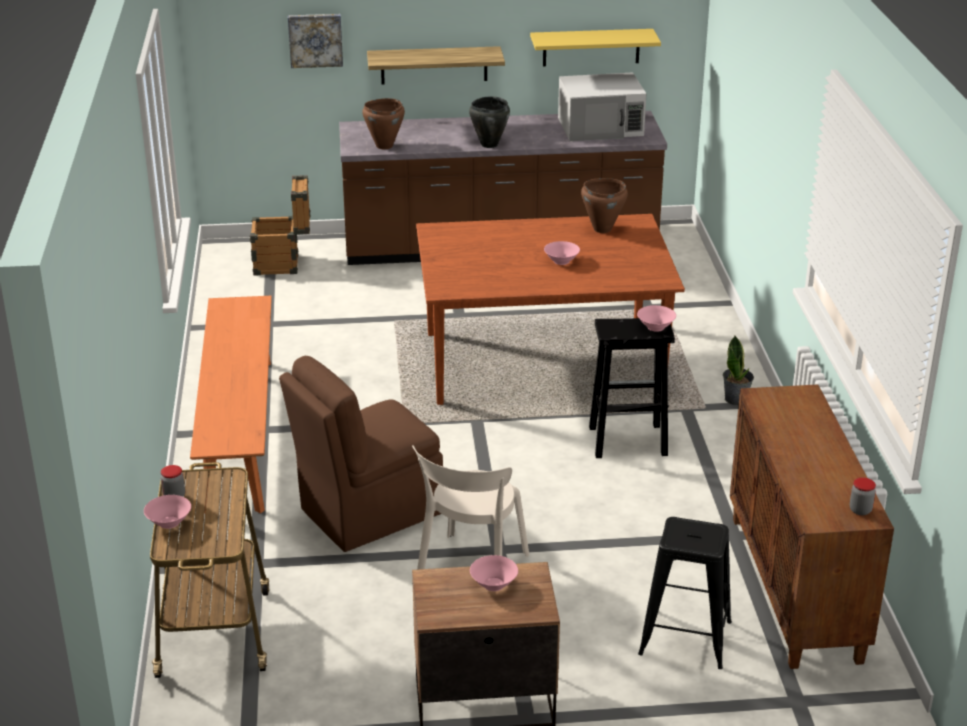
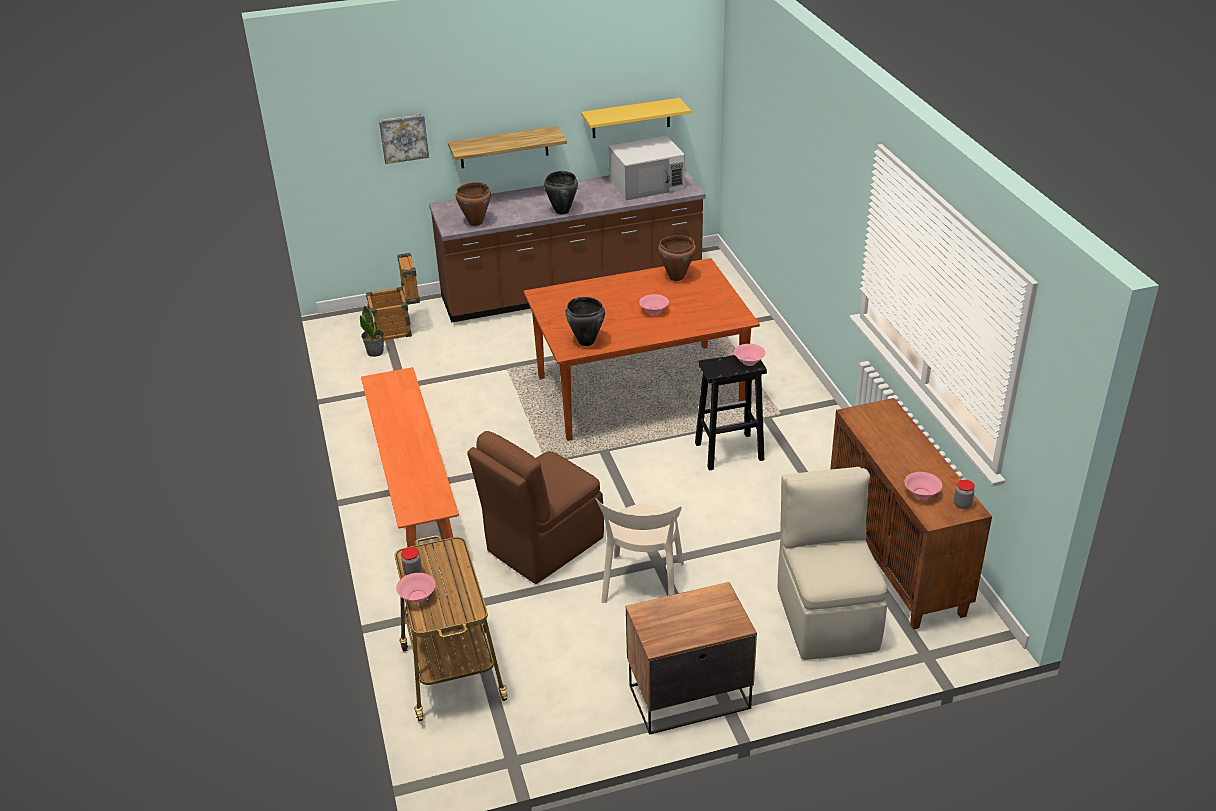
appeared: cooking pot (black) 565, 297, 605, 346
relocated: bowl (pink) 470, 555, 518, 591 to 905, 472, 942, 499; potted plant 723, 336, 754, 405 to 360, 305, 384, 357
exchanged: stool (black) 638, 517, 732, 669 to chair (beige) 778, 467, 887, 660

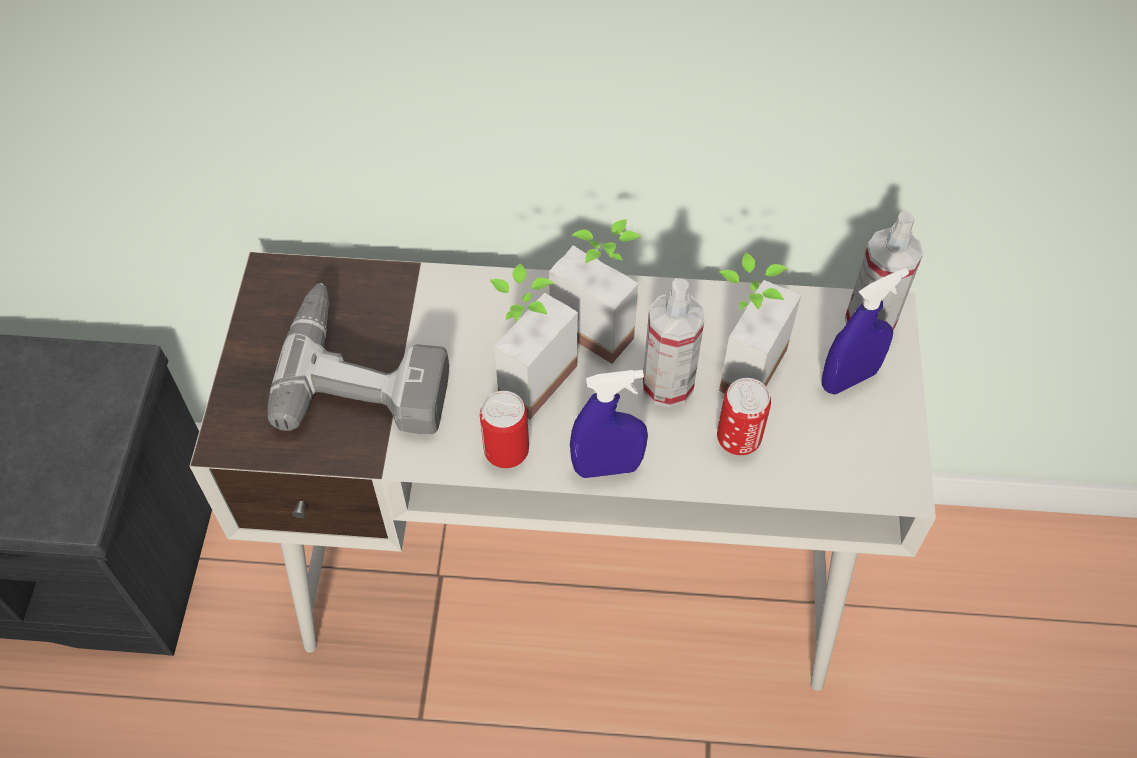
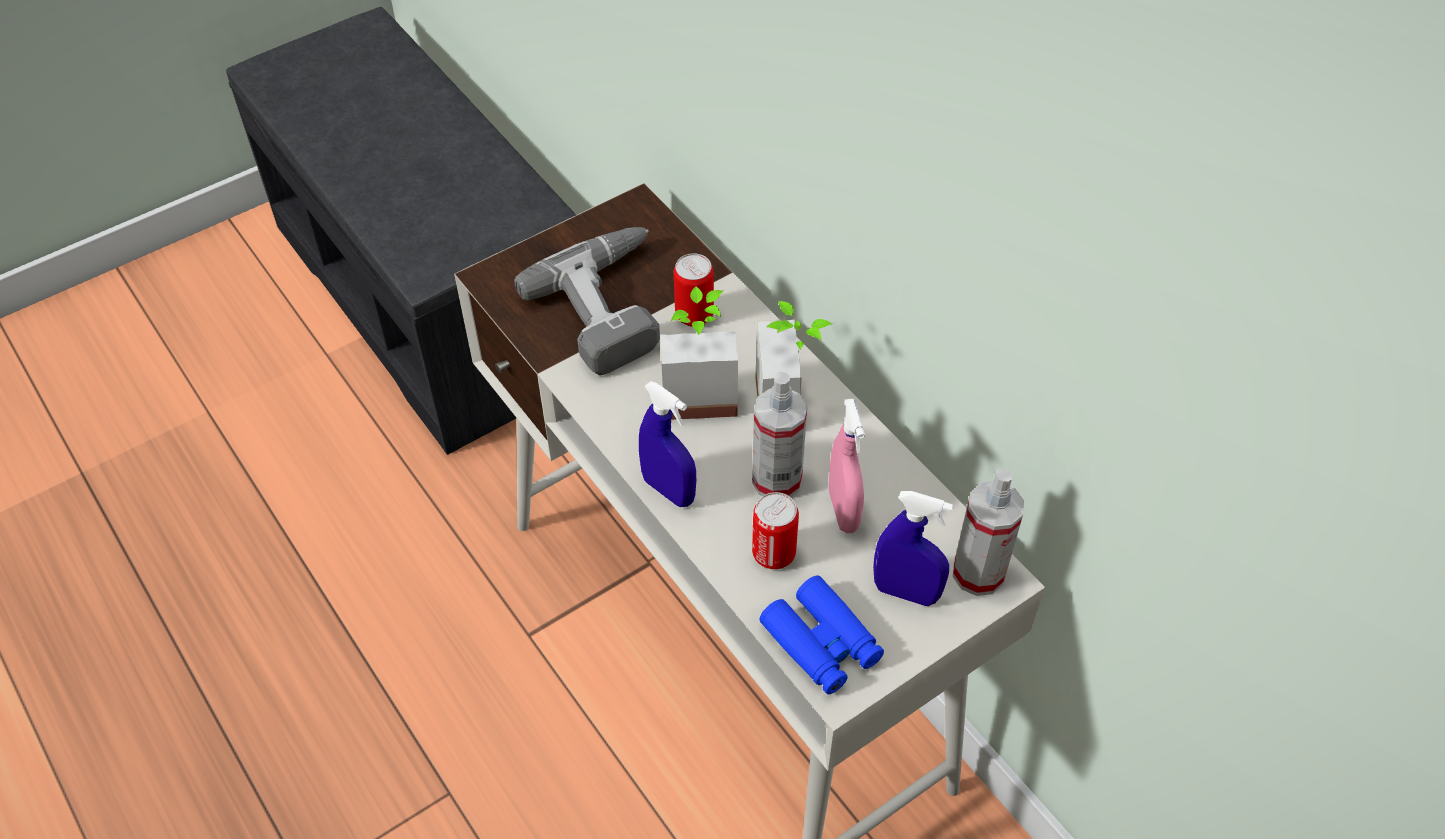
appeared: binoculars (blue) 760, 576, 884, 694
relocated: can 480, 391, 529, 468 to 674, 253, 714, 327
exchanged: potted plant 719, 253, 801, 393 to spray bottle (pink) 829, 398, 865, 533

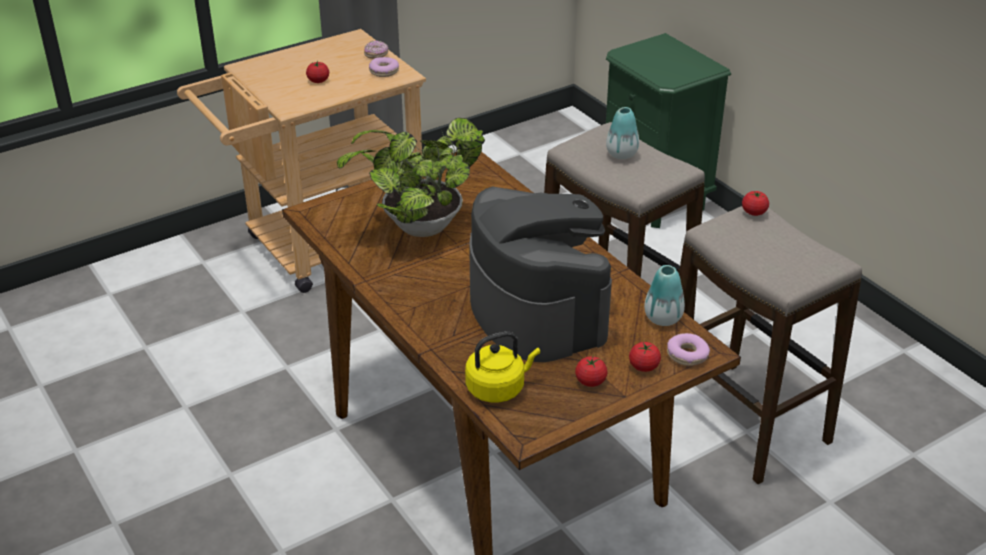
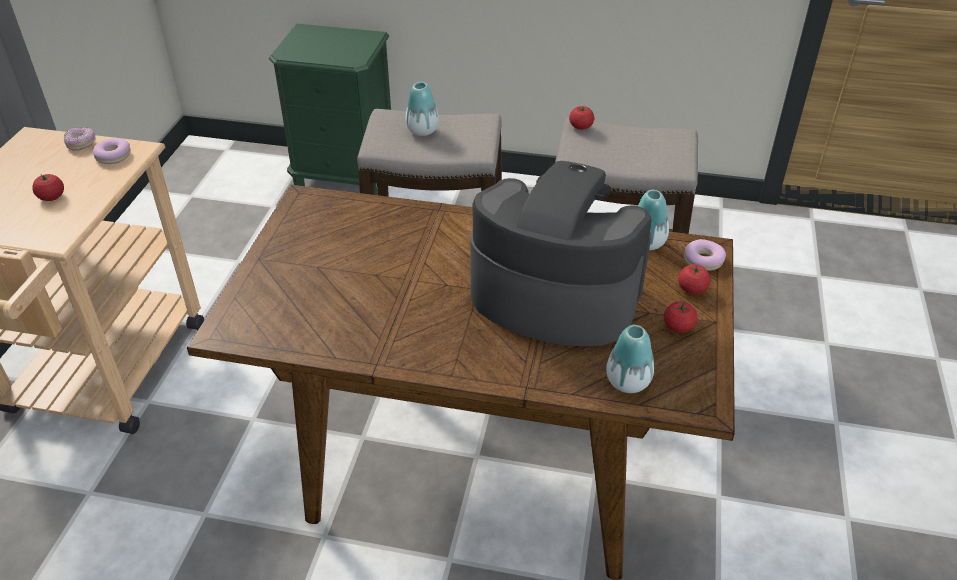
missing: potted plant 337, 118, 485, 237
exchanged: kettle (yellow) 465, 331, 540, 403 to vase 606, 325, 654, 393

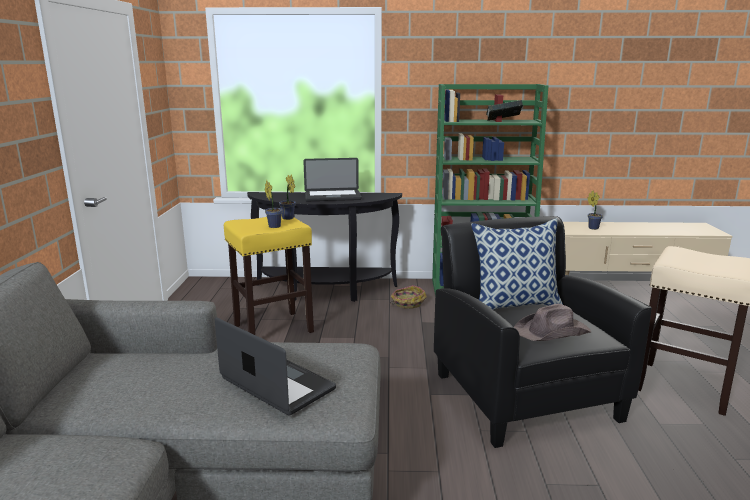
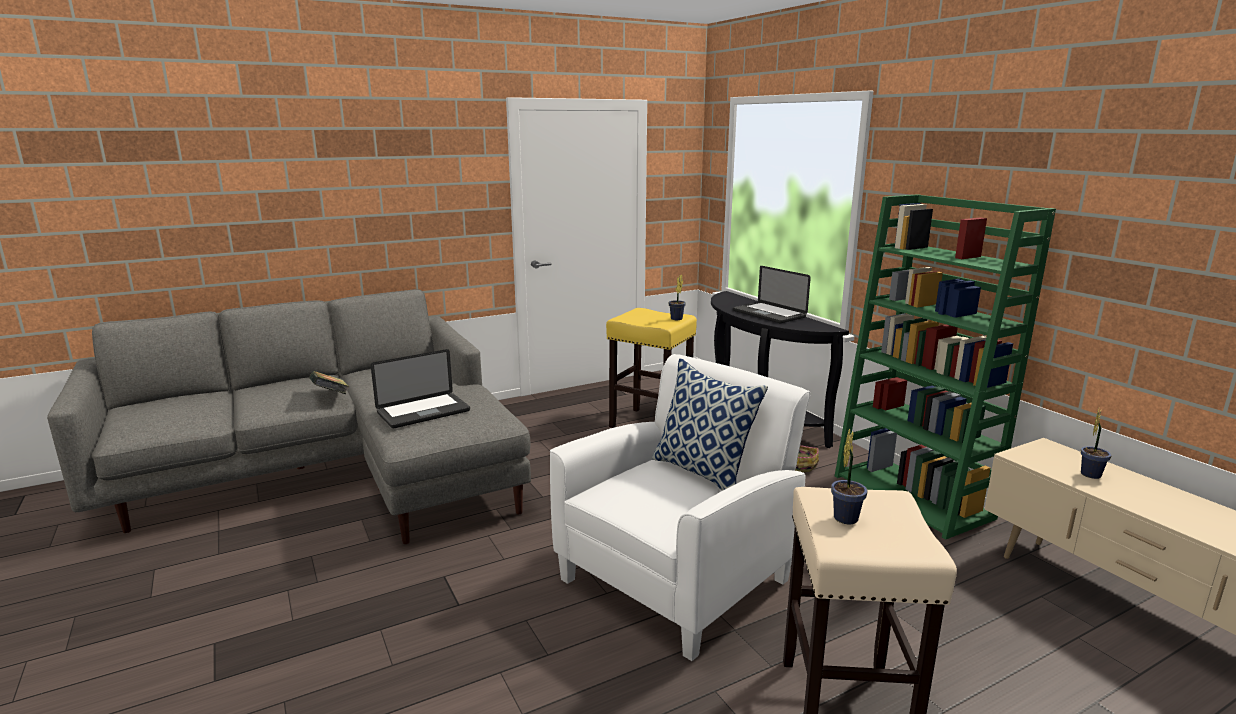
missing: hat (brown) 514, 304, 592, 341
relocated: potted plant 265, 180, 283, 228 to 831, 429, 868, 524; book 486, 100, 523, 121 to 310, 371, 349, 394
colour: armchair (black) 434, 216, 652, 448 to armchair (white) 550, 354, 810, 661
spun: laptop 215, 317, 336, 415 = 371, 349, 470, 428 45 degrees clockwise

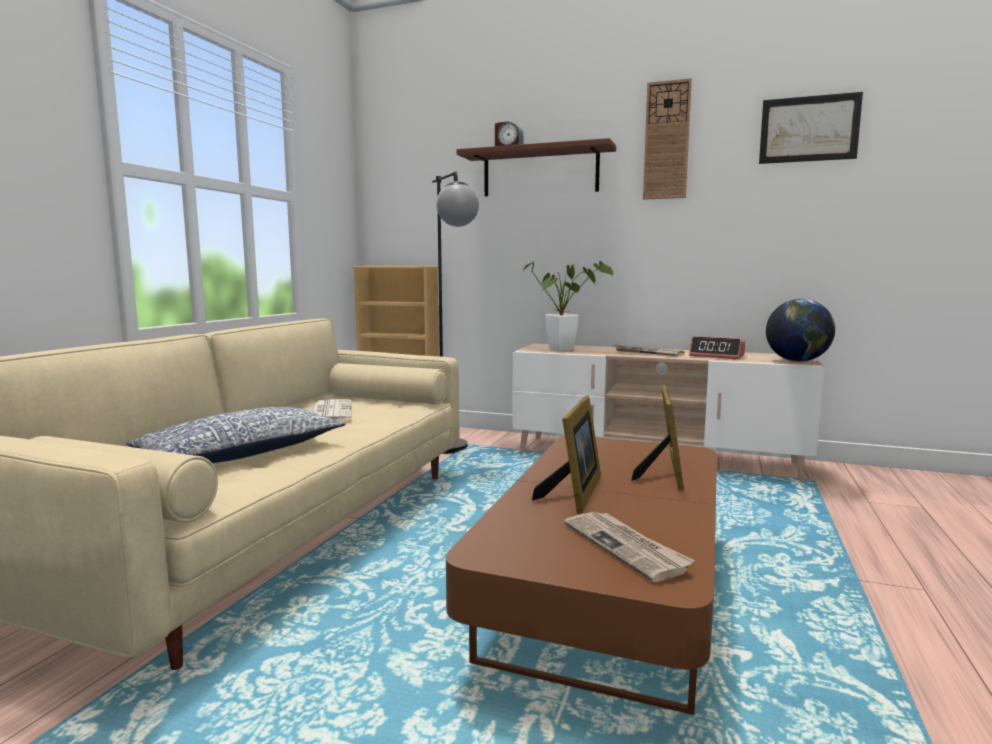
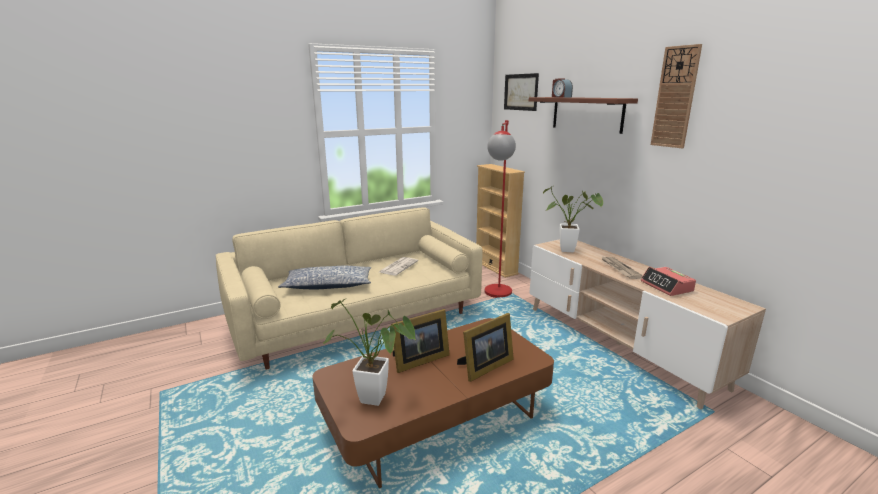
missing: globe 766, 299, 835, 362
relocated: picture 759, 92, 863, 164 to 504, 73, 539, 111
exchanged: newspaper 564, 512, 695, 582 to potted plant 323, 299, 416, 406
colour: floor lamp (black) 432, 171, 479, 454 to floor lamp (red) 485, 120, 516, 298

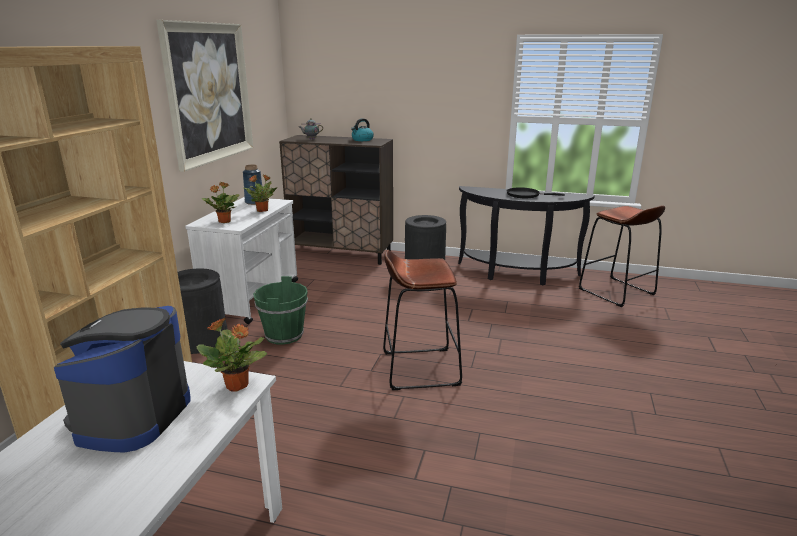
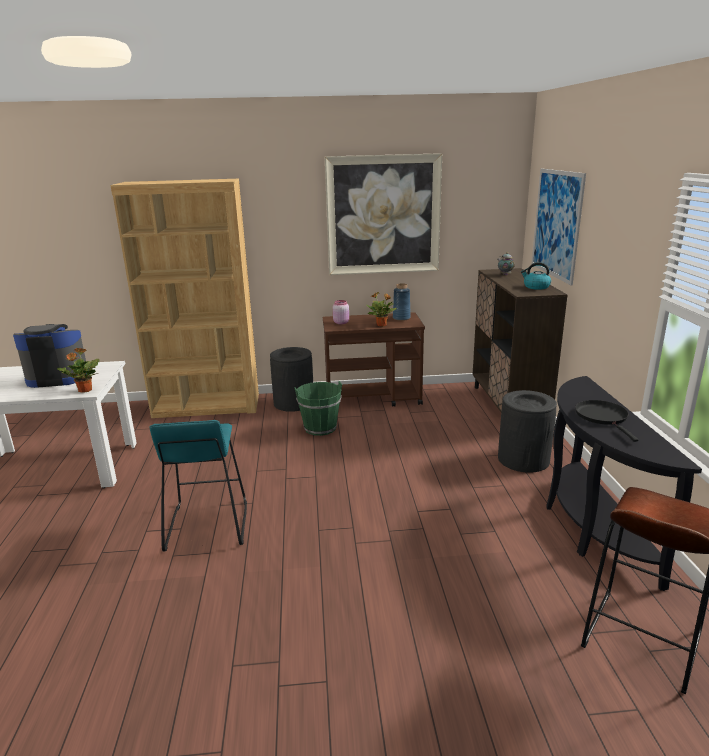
missing: stool (brown) 383, 250, 462, 390
appeared: stool (turquoise) 150, 420, 247, 552; picture 532, 169, 586, 285
exchanged: potted plant 202, 182, 240, 223 to jar (pink) 333, 300, 349, 324
colour: cart (white) 185, 197, 298, 324 to cart (brown) 323, 312, 425, 407

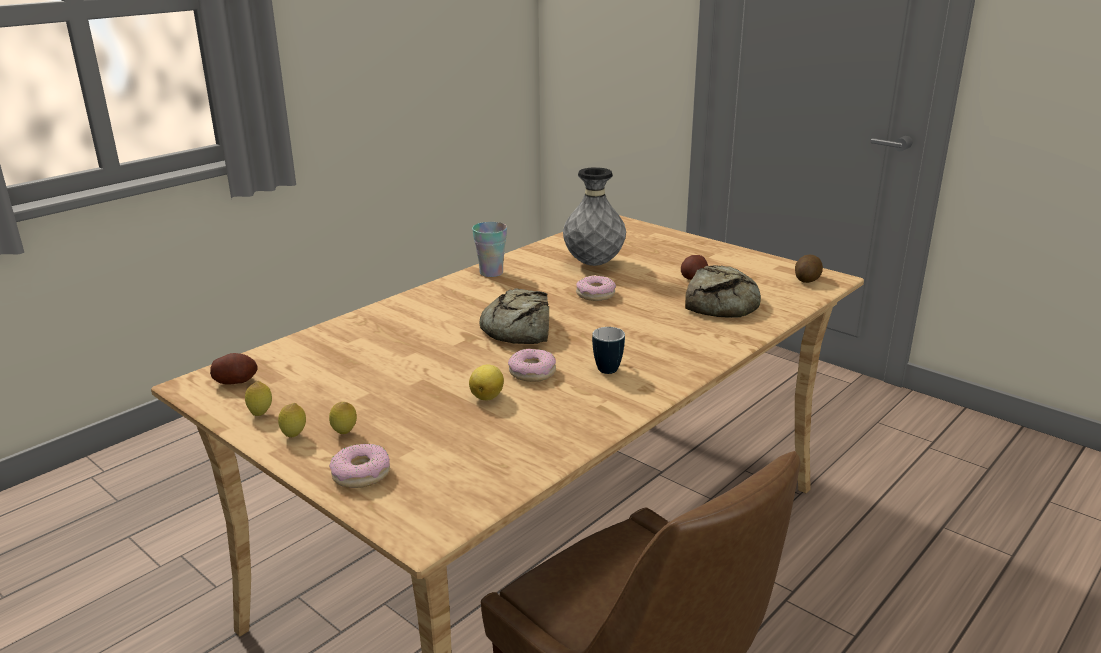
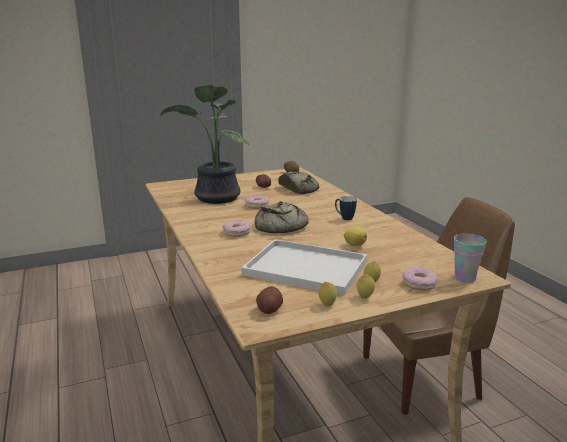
appeared: tray (white) 241, 239, 367, 295
relocated: cup 472, 222, 507, 277 to 454, 233, 487, 283; donut 508, 349, 556, 382 to 222, 220, 250, 237
exchanged: vase (grey) 563, 167, 626, 266 to potted plant 161, 85, 250, 204

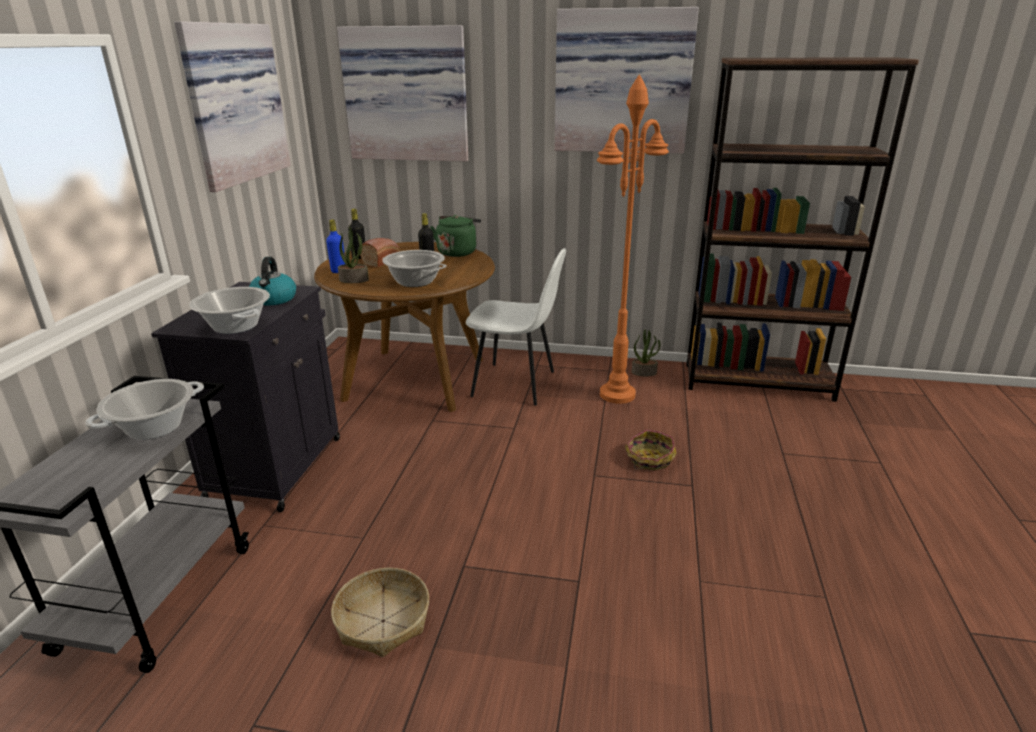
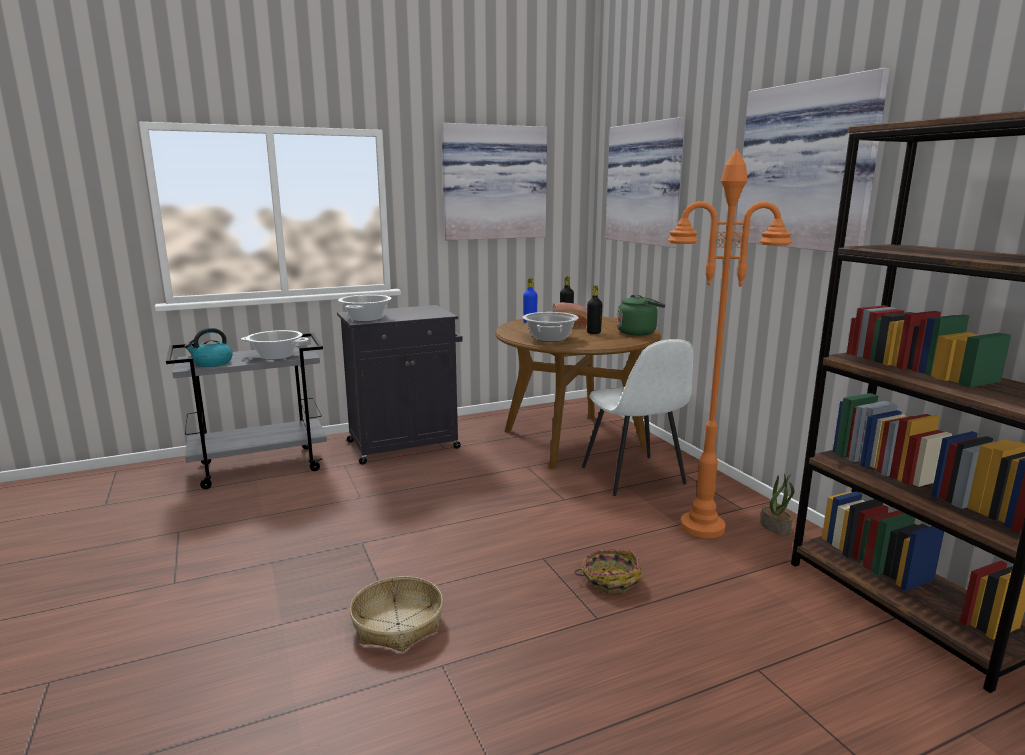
missing: potted plant 338, 227, 369, 283
relocated: kettle 249, 257, 296, 305 to 184, 328, 233, 367; basket 331, 568, 429, 657 to 350, 576, 443, 652

